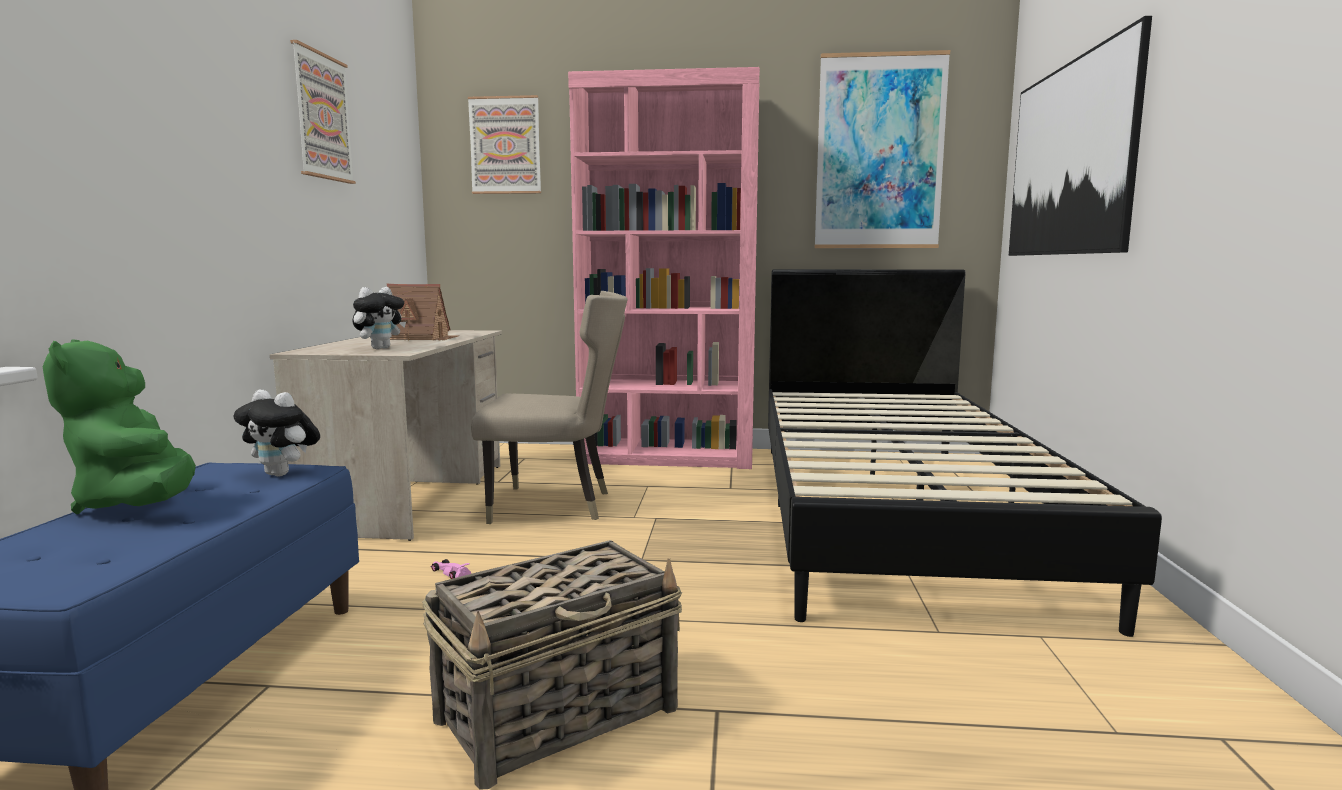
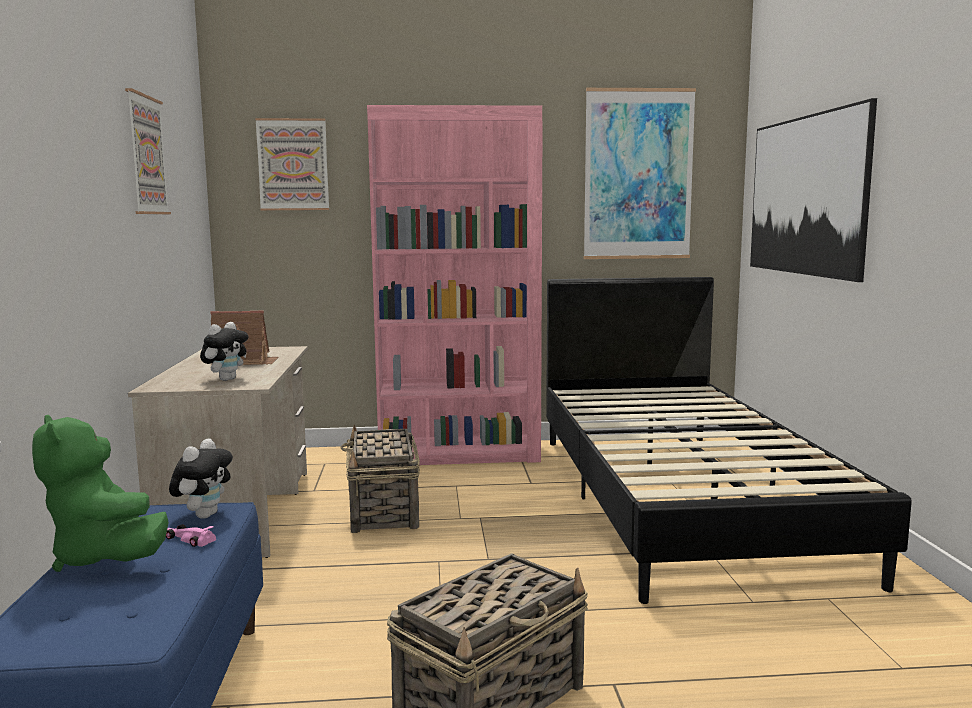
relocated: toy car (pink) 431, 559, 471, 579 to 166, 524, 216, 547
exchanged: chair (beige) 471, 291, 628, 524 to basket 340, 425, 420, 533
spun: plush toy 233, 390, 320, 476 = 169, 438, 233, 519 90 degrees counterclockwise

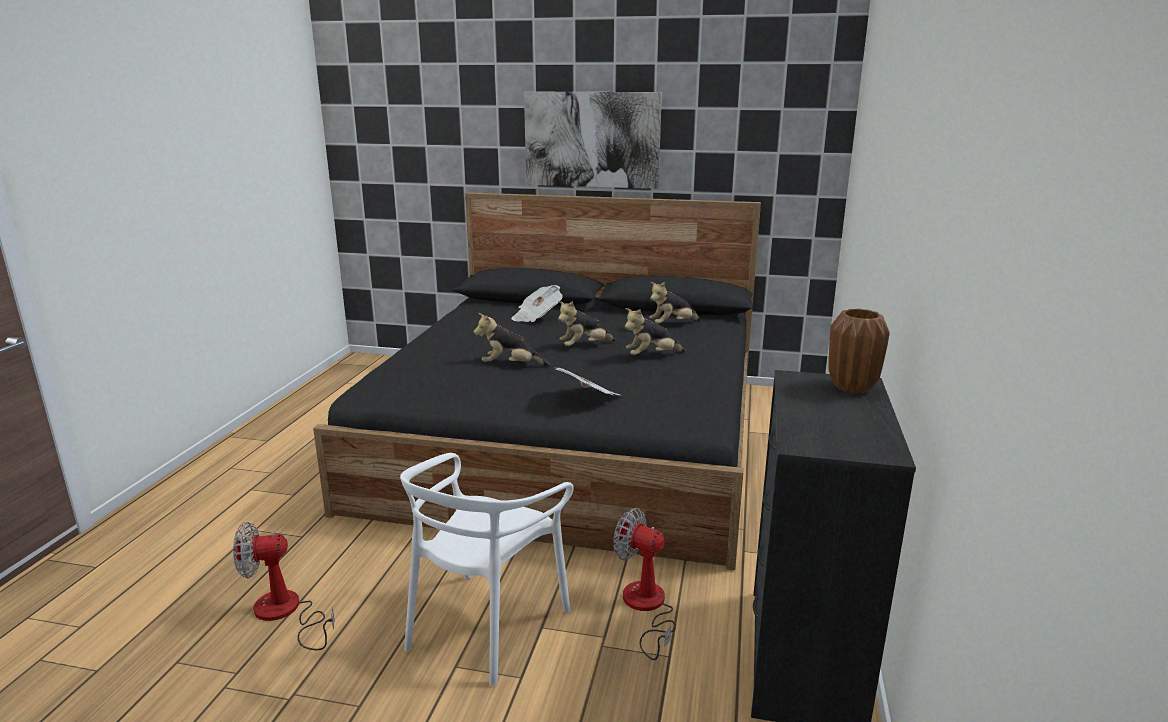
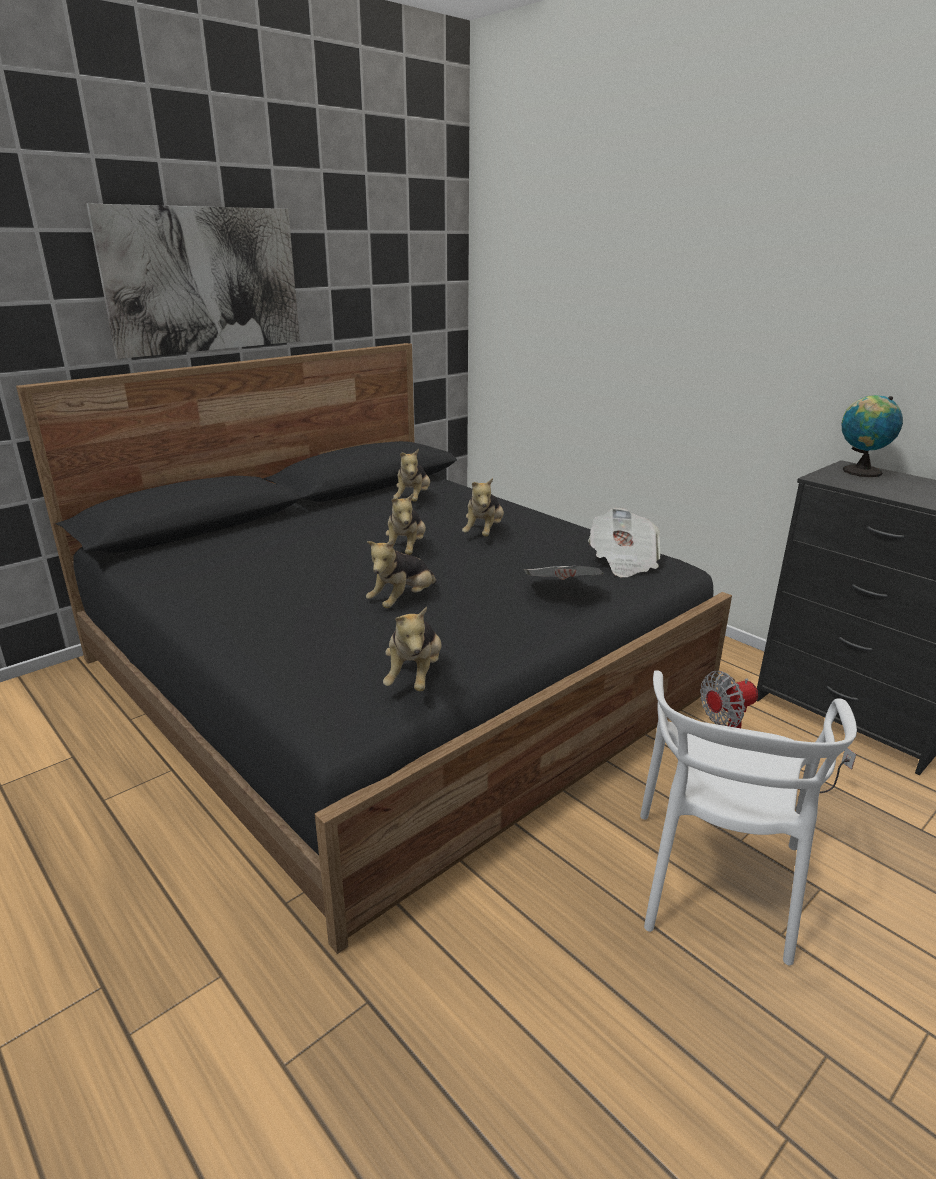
missing: fan 233, 522, 335, 650
appeared: plush toy 383, 607, 441, 691
relocated: newspaper 511, 285, 563, 322 to 588, 508, 661, 577
exchanged: vase (brown) 828, 309, 890, 394 to globe 842, 395, 903, 477
spun: chair (white) 400, 453, 574, 686 = 640, 670, 857, 965 45 degrees clockwise

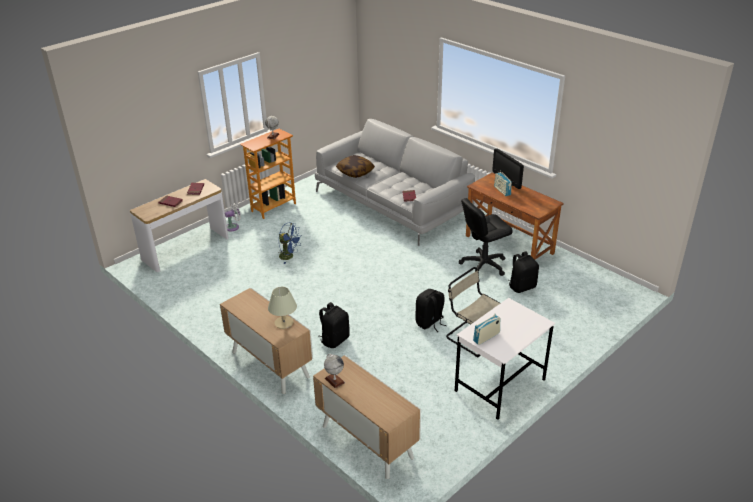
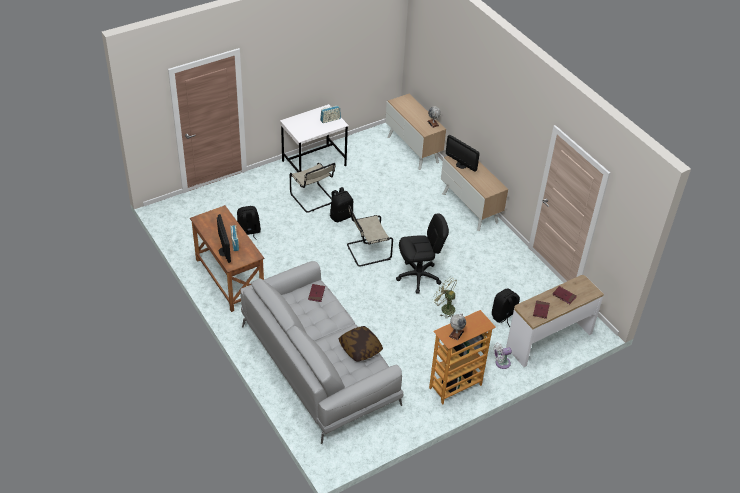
appeared: chair (beige) 347, 205, 393, 266
relocated: backpack (black) 318, 302, 350, 348 to 492, 289, 520, 327; office chair (black) 459, 198, 513, 276 to 396, 213, 449, 294
exchanged: table lamp (beige) 268, 287, 297, 329 to monitor 446, 135, 480, 172
colour: fan (blue) 278, 223, 301, 264 to fan (green) 432, 277, 457, 318

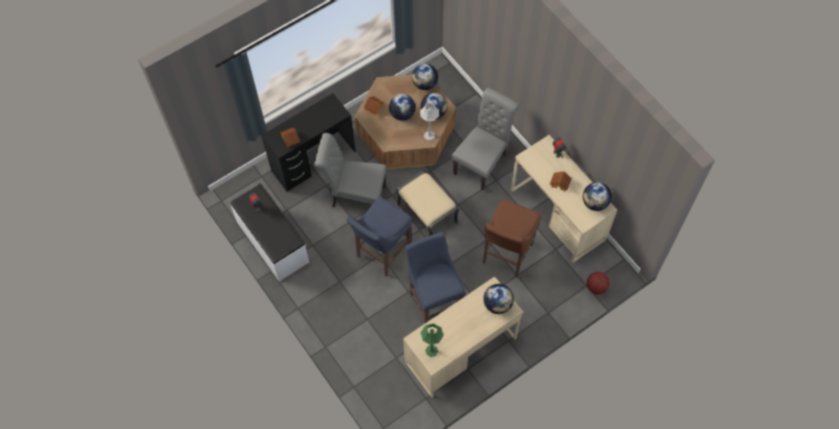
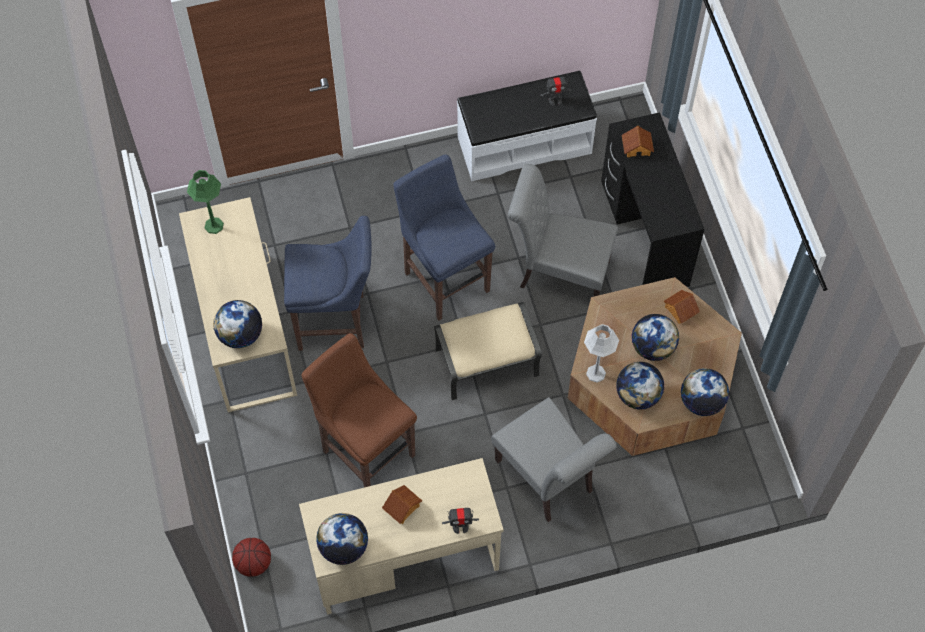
spun: chair (grey) 315, 133, 387, 207 = 508, 164, 618, 297 105 degrees counterclockwise

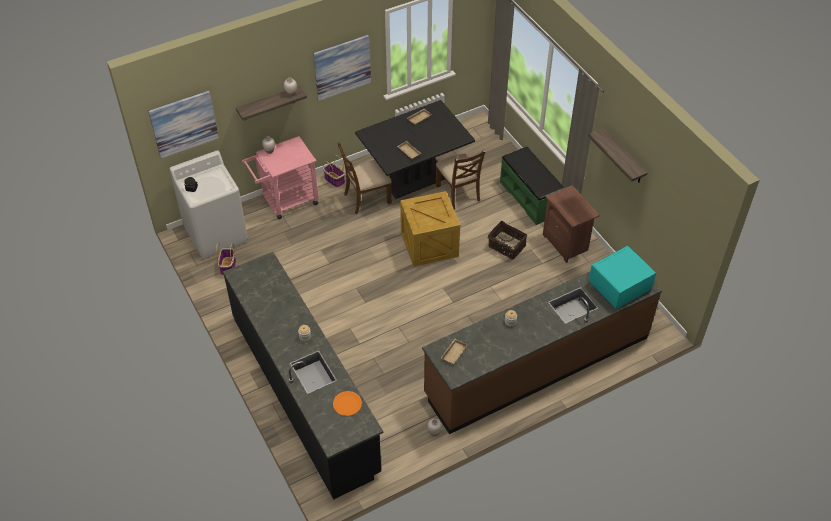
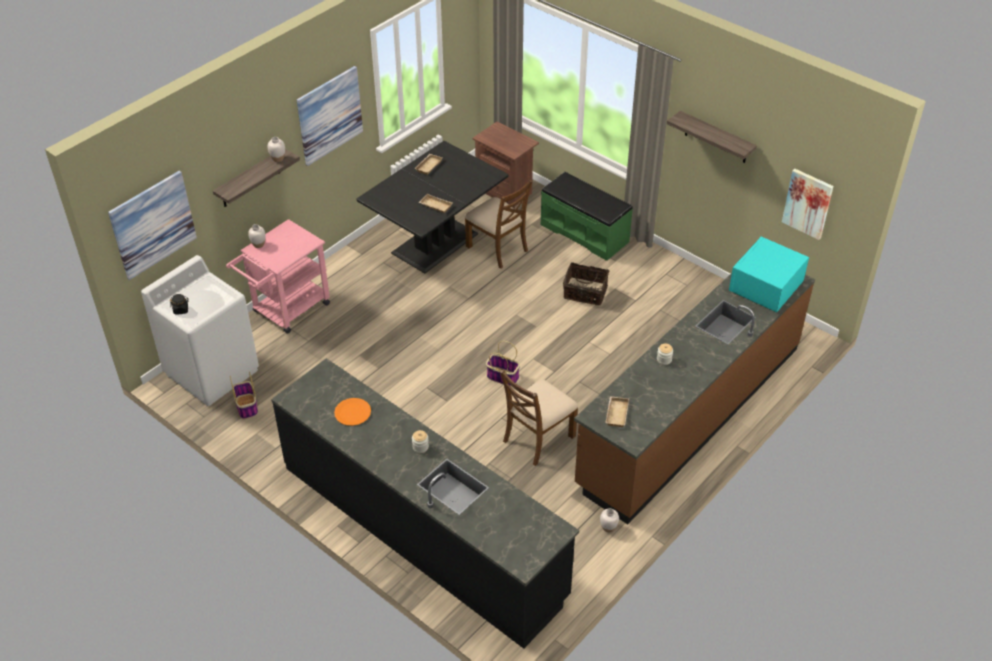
missing: crate 400, 191, 460, 267
appeared: picture 782, 169, 834, 240
relocated: basket 323, 155, 345, 187 to 486, 341, 520, 386; plate (orange) 333, 391, 362, 416 to 334, 398, 371, 426; chair (brown) 338, 142, 392, 214 to 500, 369, 578, 466; nightstand (brown) 543, 185, 600, 263 to 472, 122, 539, 209

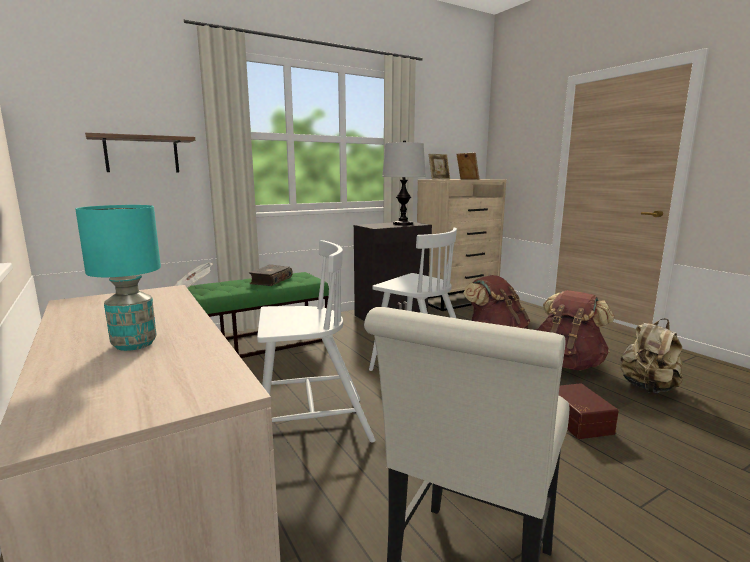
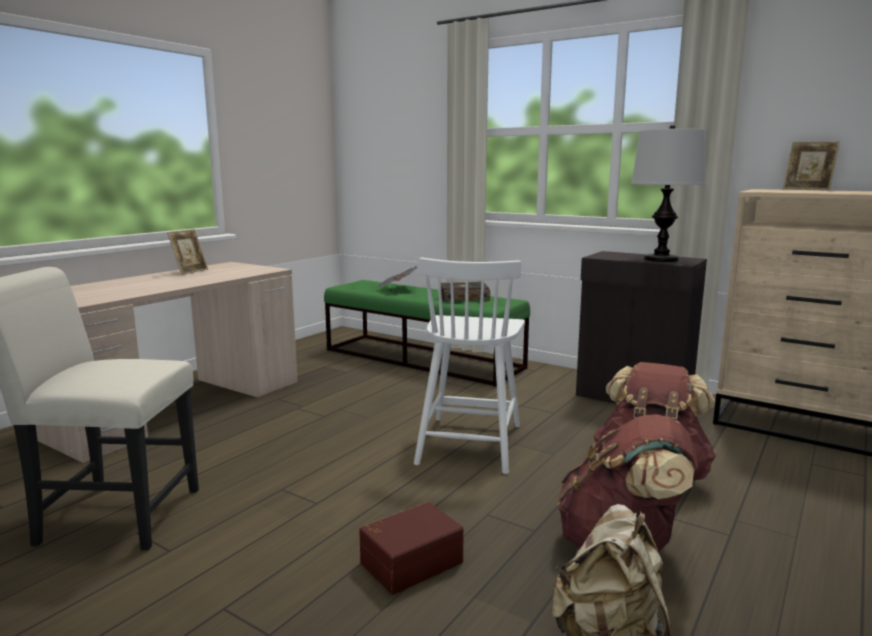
missing: table lamp (turquoise) 75, 205, 161, 351; shelf 85, 133, 195, 172; chair (white) 257, 240, 375, 443
relocated: picture frame 457, 152, 479, 179 to 167, 229, 208, 275

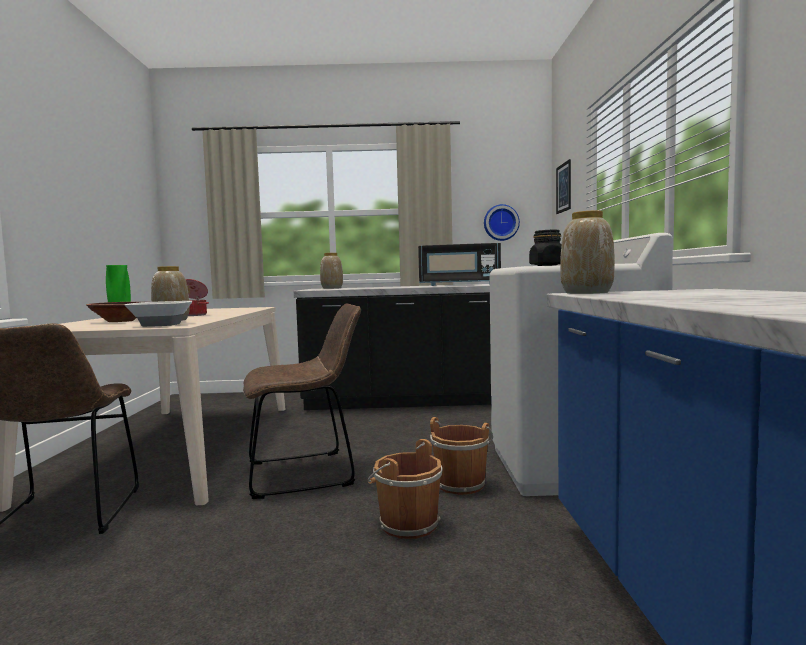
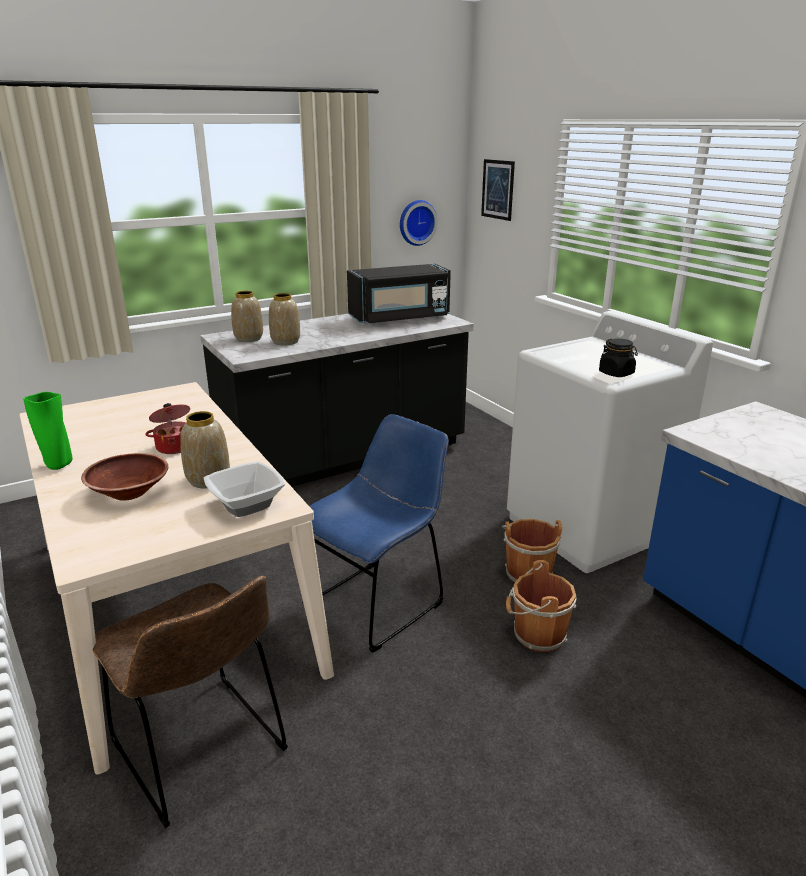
relocated: vase 560, 211, 615, 294 to 269, 293, 300, 345
colour: chair (brown) 243, 304, 361, 499 to chair (blue) 309, 414, 449, 653

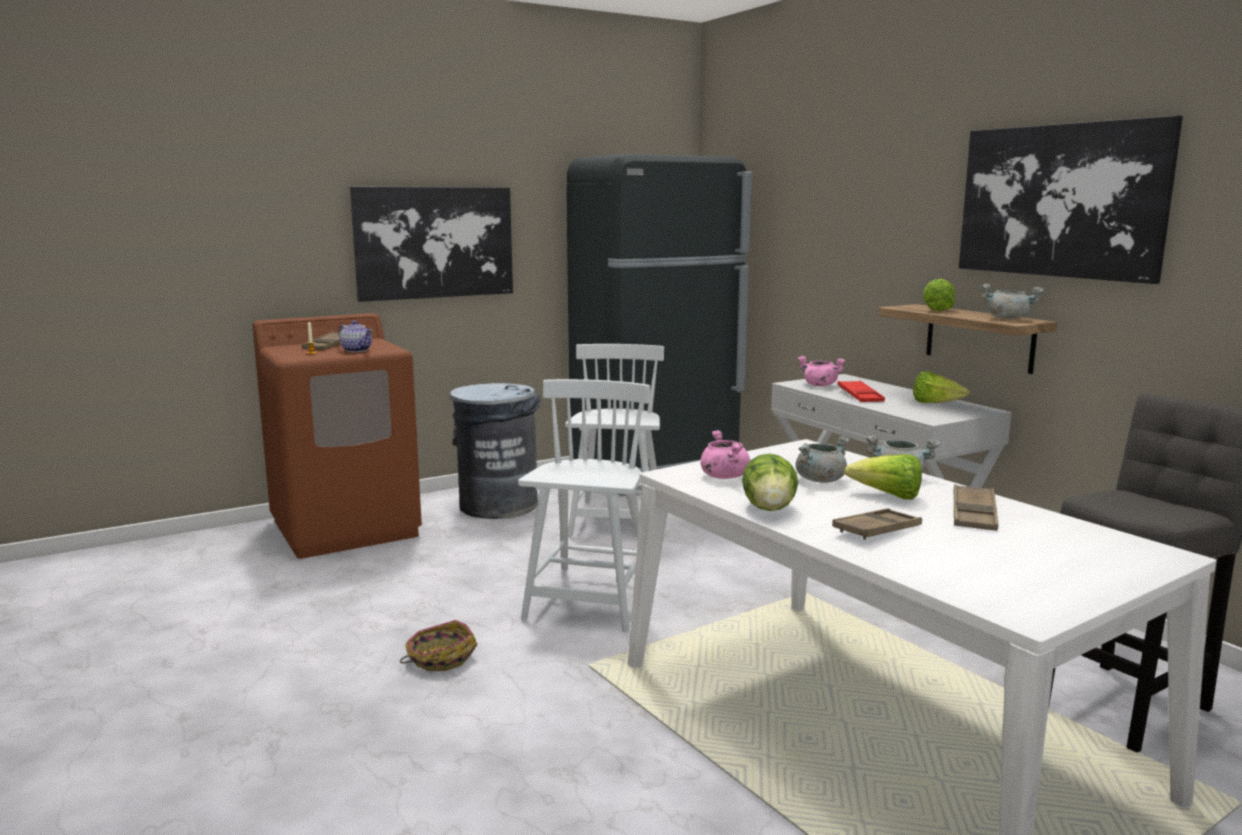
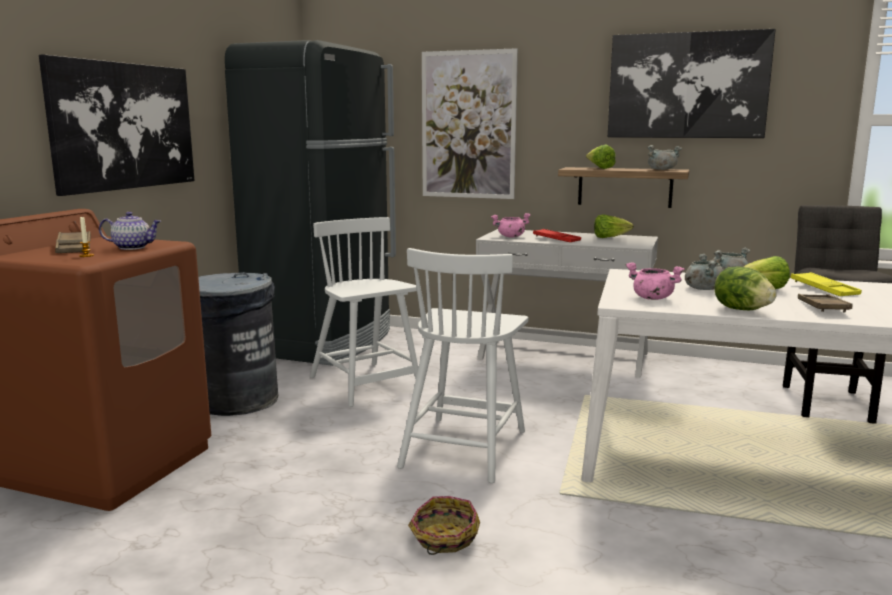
appeared: picture 422, 48, 518, 199
colour: tray (brown) 954, 484, 998, 531 to tray (yellow) 790, 272, 862, 296
spun: chair (white) 518, 379, 650, 632 = 397, 248, 529, 483 135 degrees counterclockwise

